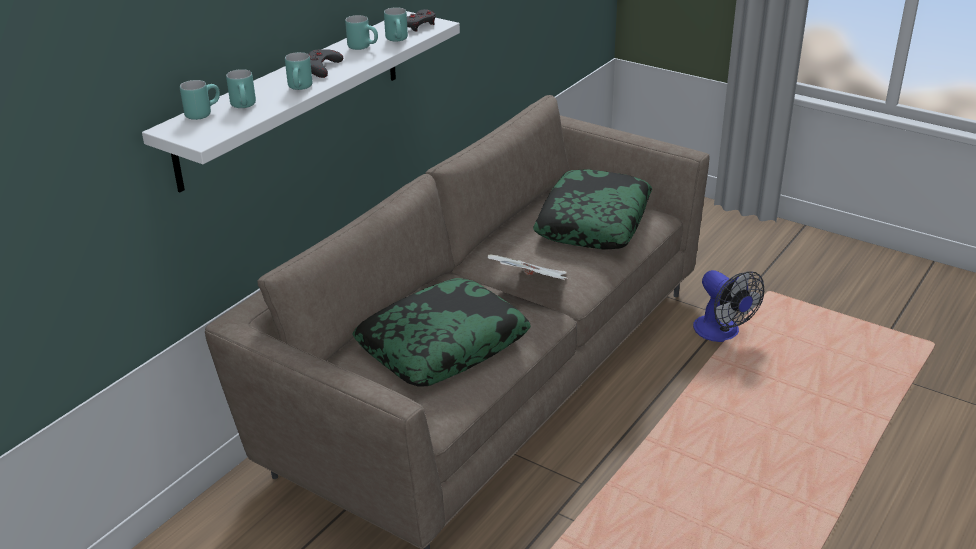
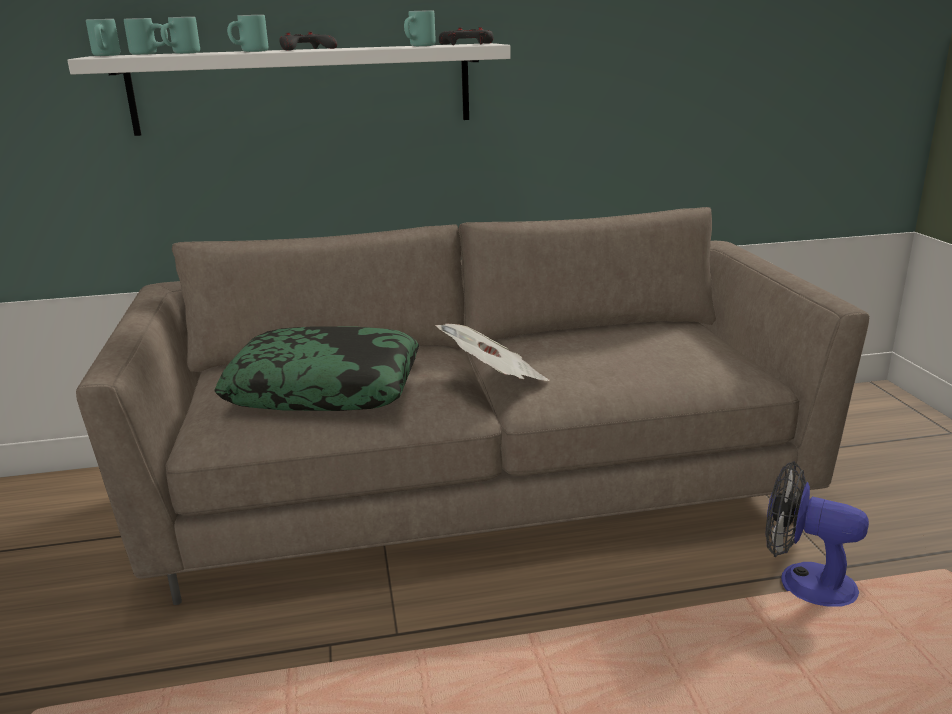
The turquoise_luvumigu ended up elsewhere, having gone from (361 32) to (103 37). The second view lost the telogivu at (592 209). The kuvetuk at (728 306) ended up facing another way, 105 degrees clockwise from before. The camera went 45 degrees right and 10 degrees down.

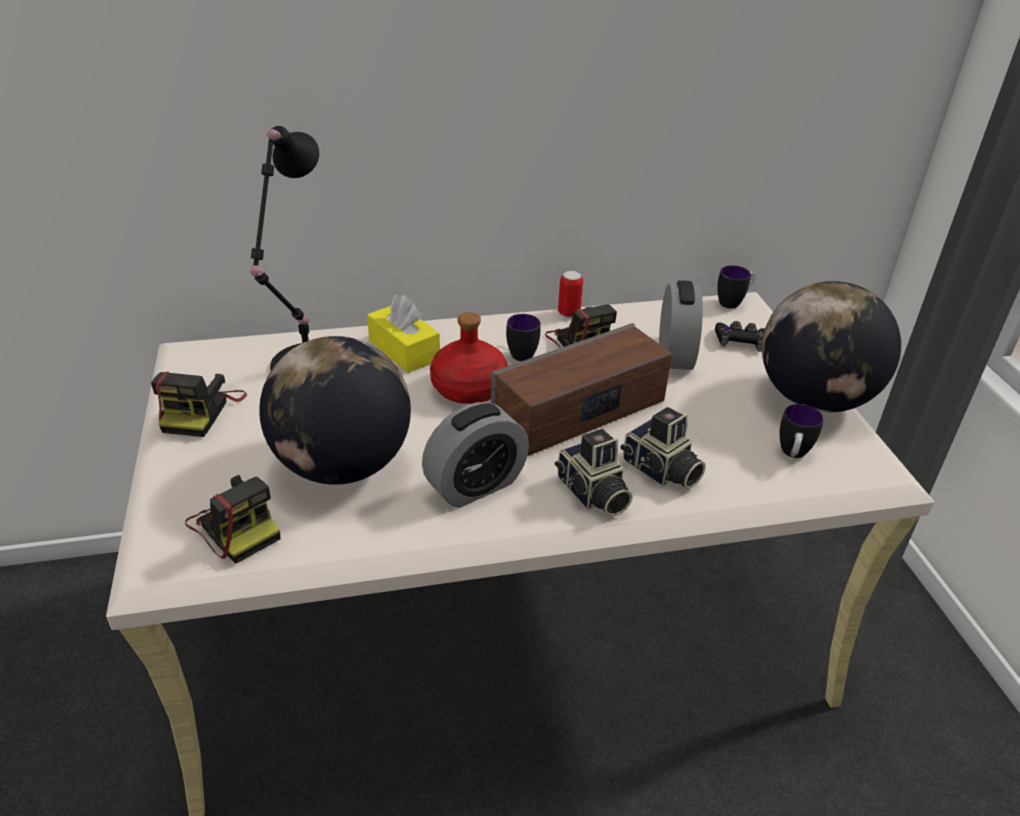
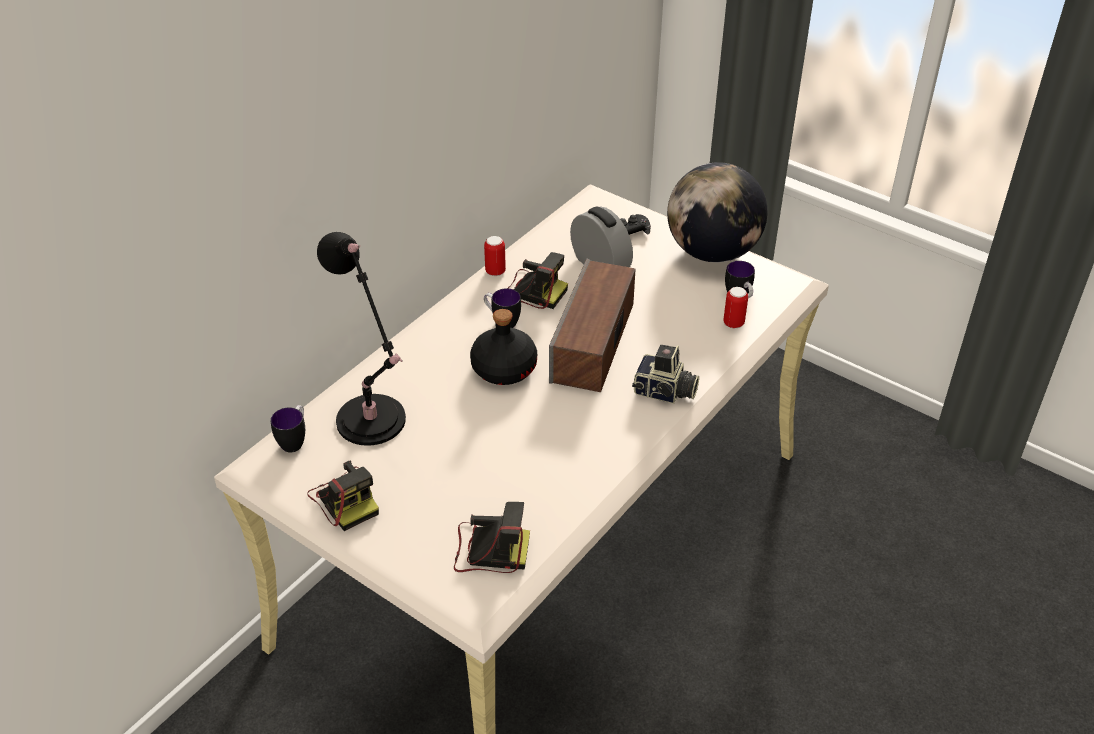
The second view lost the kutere at (335 410). The second view lost the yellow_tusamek at (403 334). The second view lost the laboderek at (475 455). What was the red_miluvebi at (469 358) turned into the black_miluvebi at (503 347). The second view lost the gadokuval at (663 448). The luvumigu ended up elsewhere, having gone from (736 287) to (288 429). The second view gained the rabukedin at (735 307). The camera went 40 degrees left and 5 degrees up.

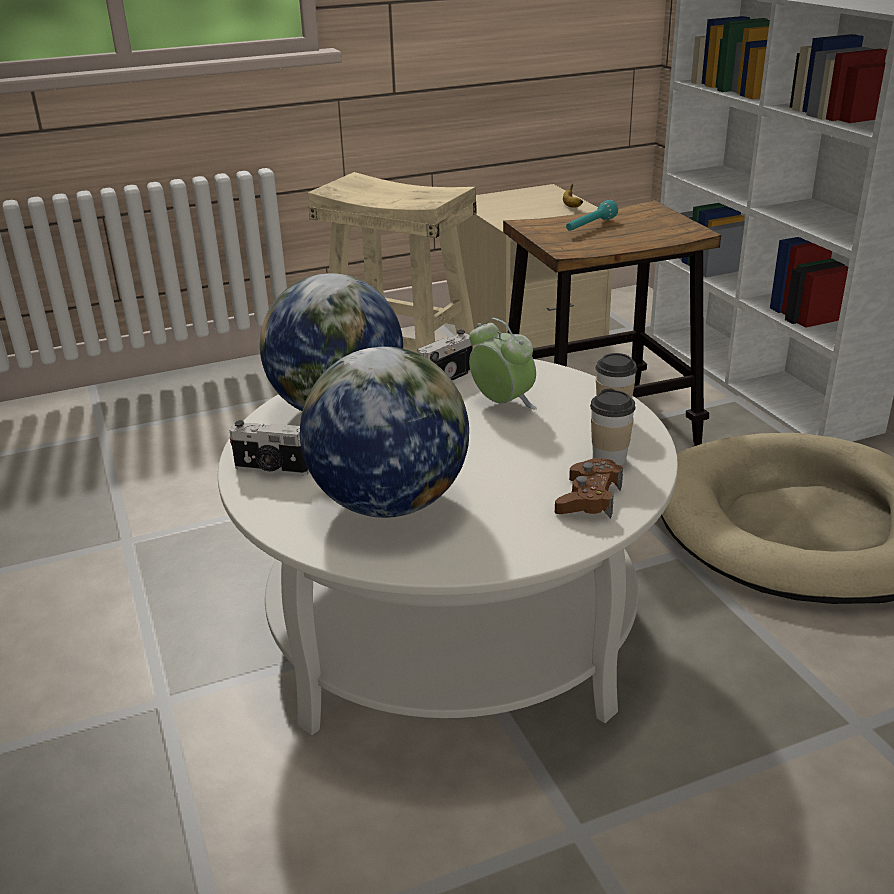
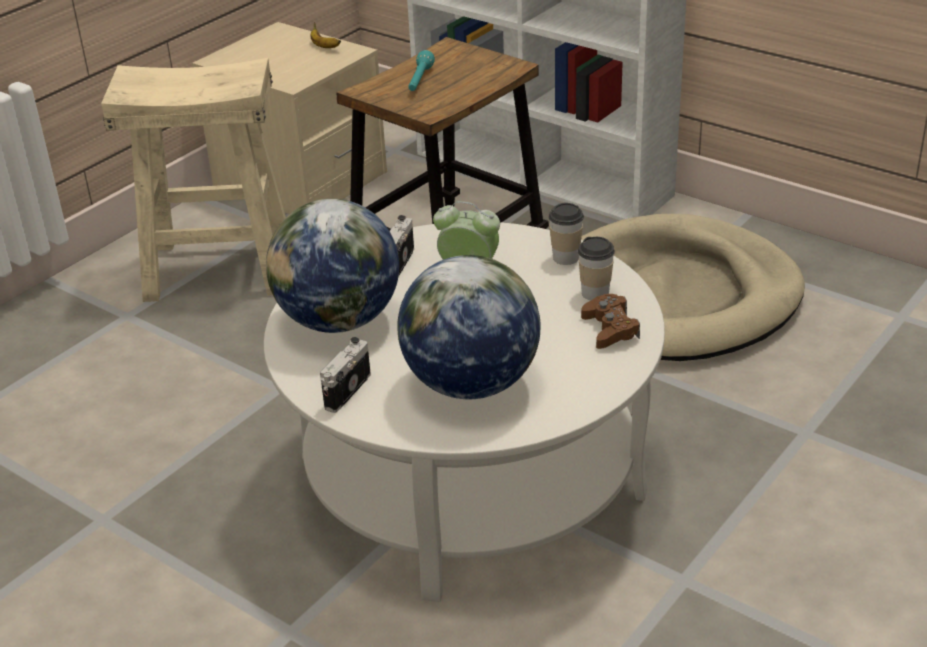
The gadokuval at (269 448) ended up facing another way, 135 degrees clockwise from before. The camera went 30 degrees left and 5 degrees up.

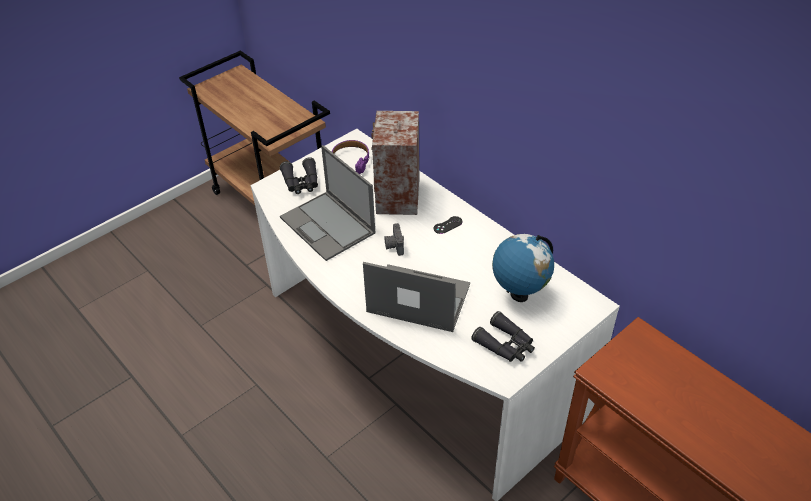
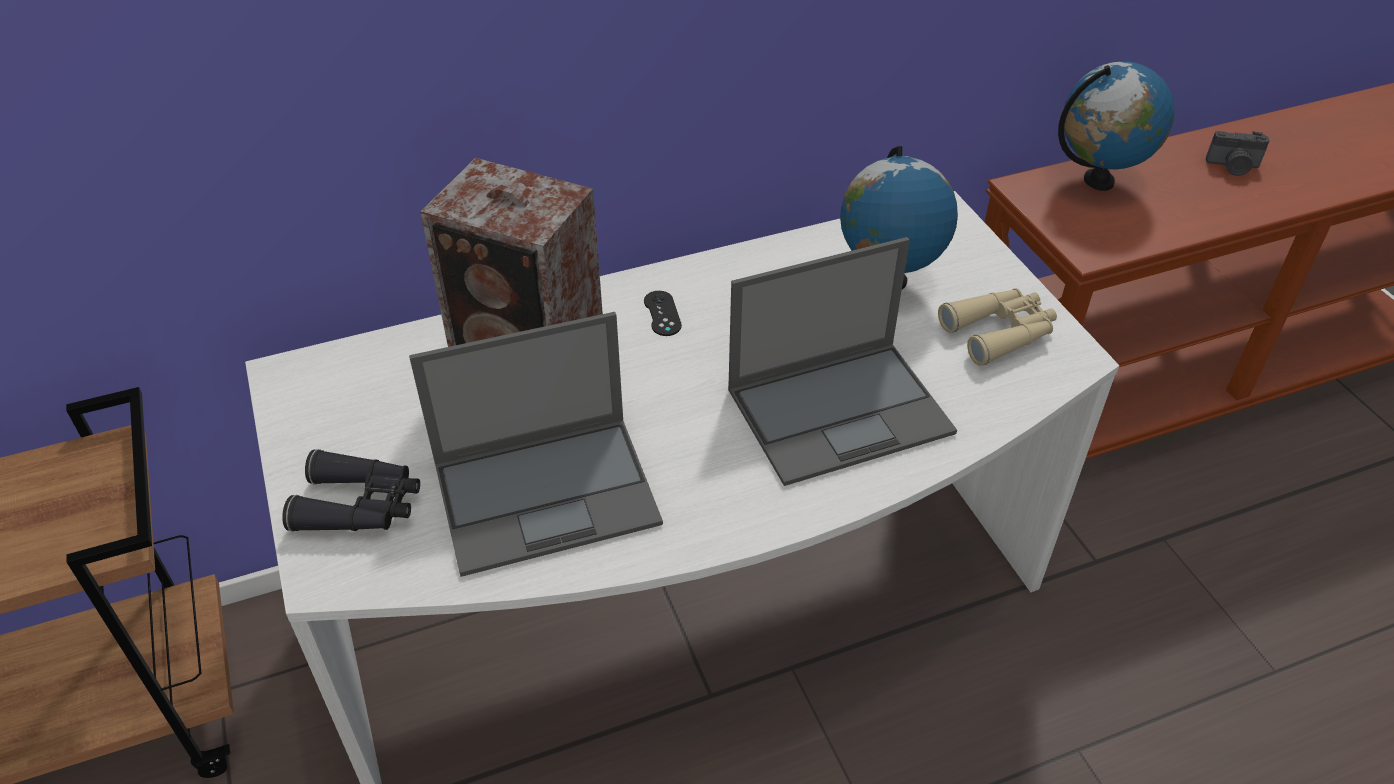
The second view lost the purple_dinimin at (350 157). The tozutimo at (416 297) ended up facing another way, 150 degrees counterclockwise from before. The gadokuval ended up elsewhere, having gone from (394 239) to (1238 153). What was the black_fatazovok at (503 336) turned into the beige_fatazovok at (997 327). The second view gained the kutere at (1116 126). The camera went 70 degrees left and 0 degrees up.

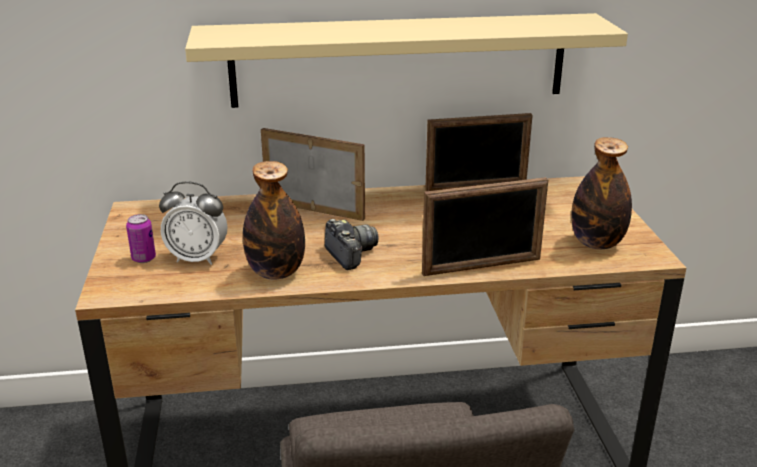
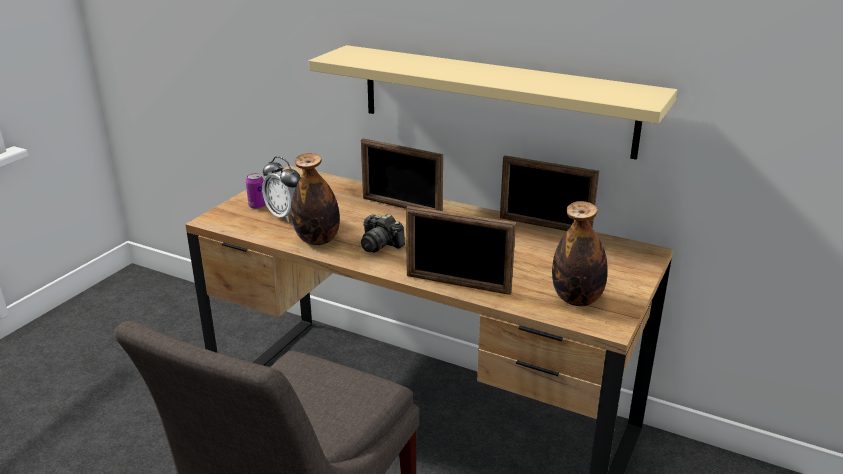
The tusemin at (313 174) ended up facing another way, 150 degrees clockwise from before. The gadokuval at (352 244) ended up facing another way, 120 degrees clockwise from before. The camera went 35 degrees right and 0 degrees up.

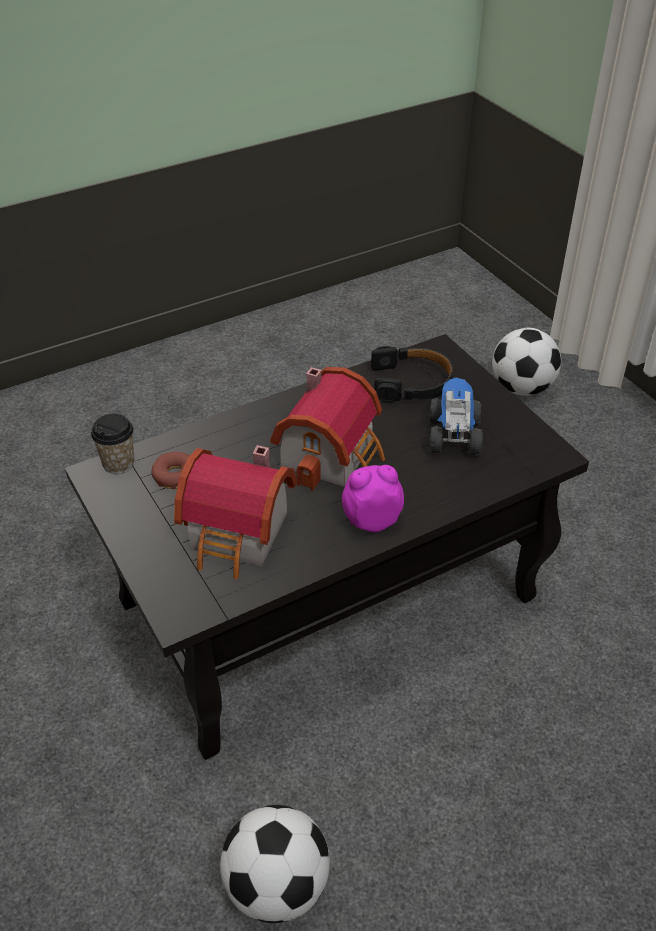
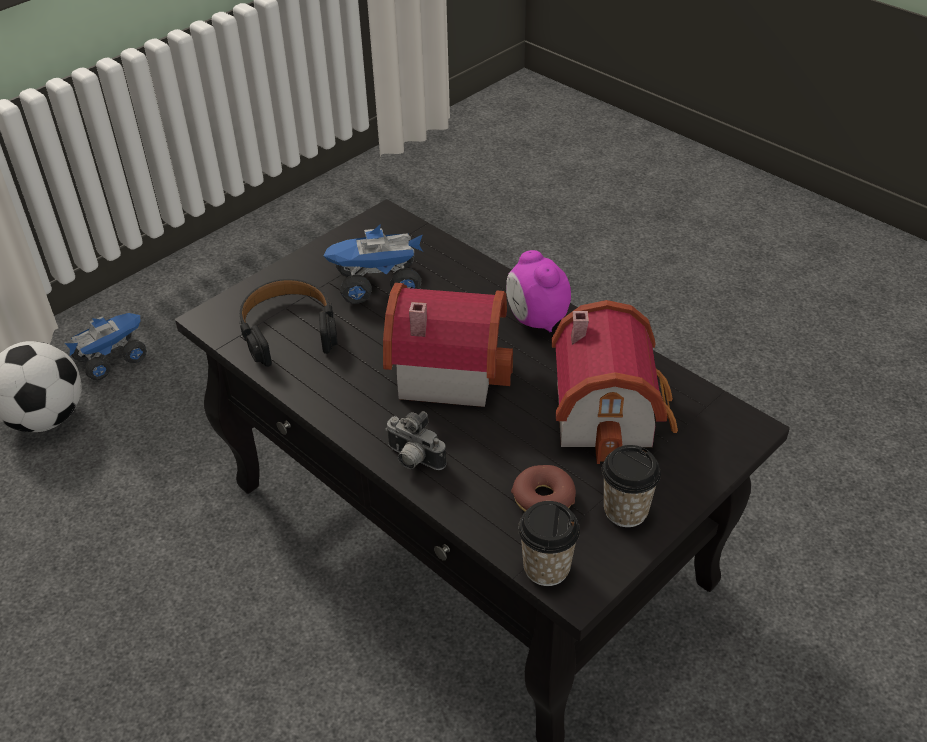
The second view lost the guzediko at (275 864). The second view gained the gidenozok at (106 346). The second view gained the gadokuval at (416 440). The second view gained the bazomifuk at (631 486). The camera went 105 degrees left and 0 degrees up.

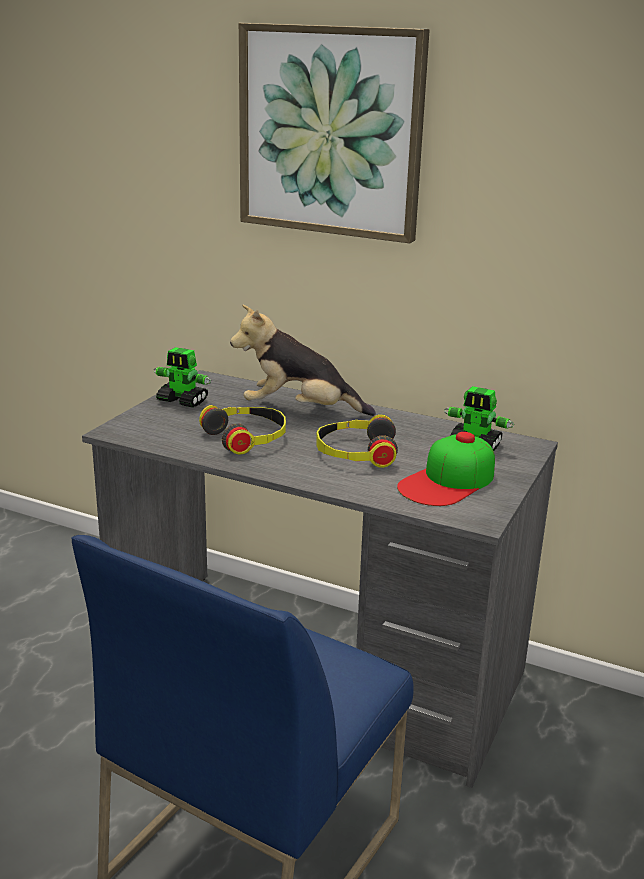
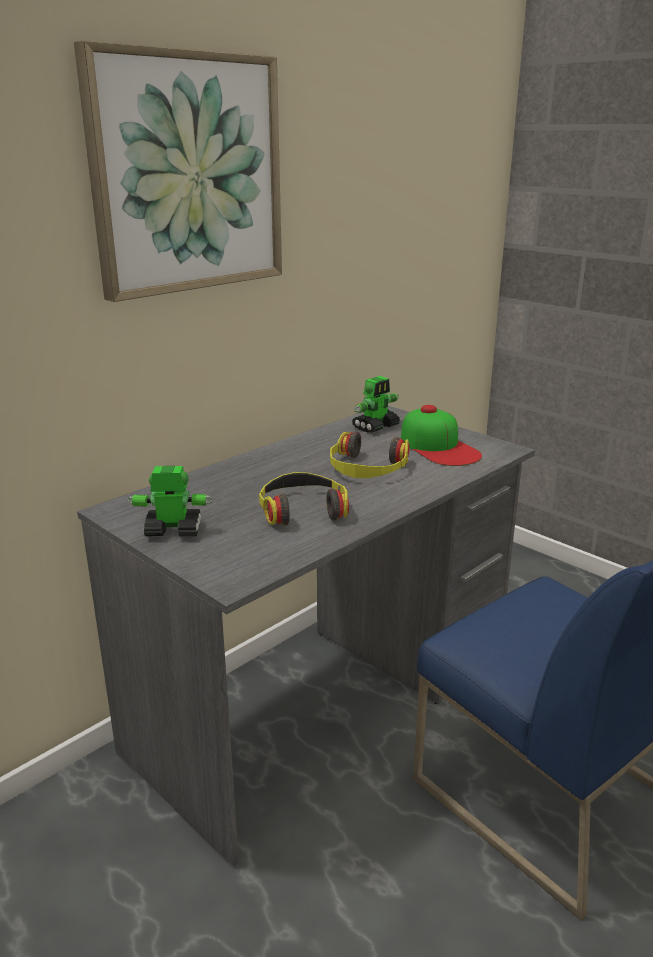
The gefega at (182 377) ended up facing another way, 135 degrees counterclockwise from before. The second view lost the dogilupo at (303 360). The camera went 70 degrees left and 0 degrees up.

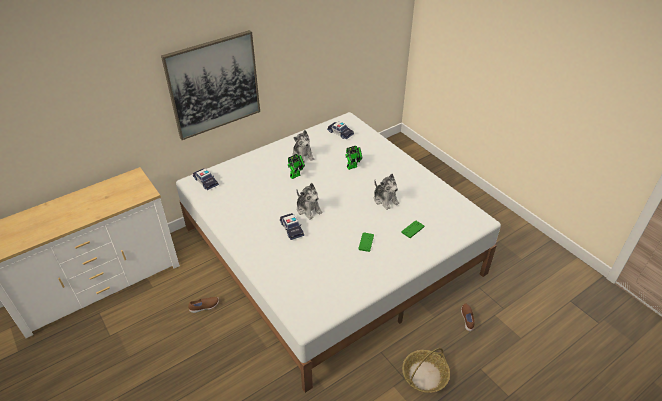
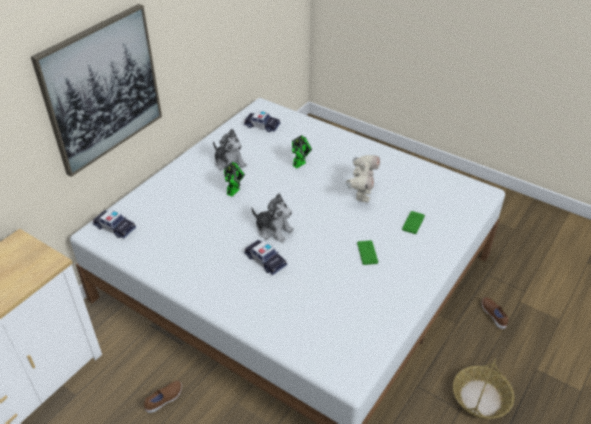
Where the dogilupo stood at (386 192), the gefega came to stand at (362 178). The camera went 20 degrees left and 0 degrees up.

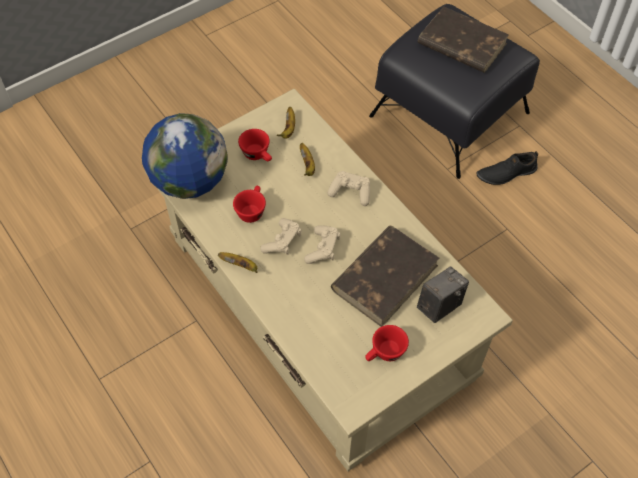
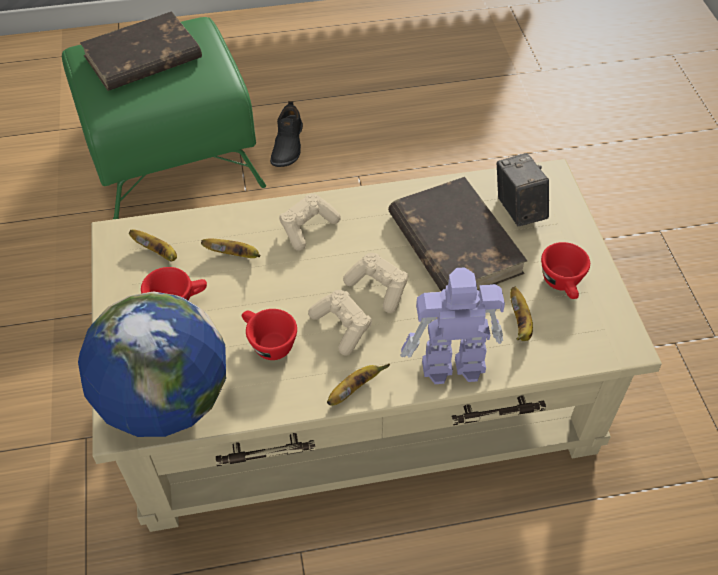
What was the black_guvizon at (454 91) turned into the green_guvizon at (164 118). The second view gained the gefega at (452 325). The second view gained the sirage at (521 314). The camera went 65 degrees left and 5 degrees down.

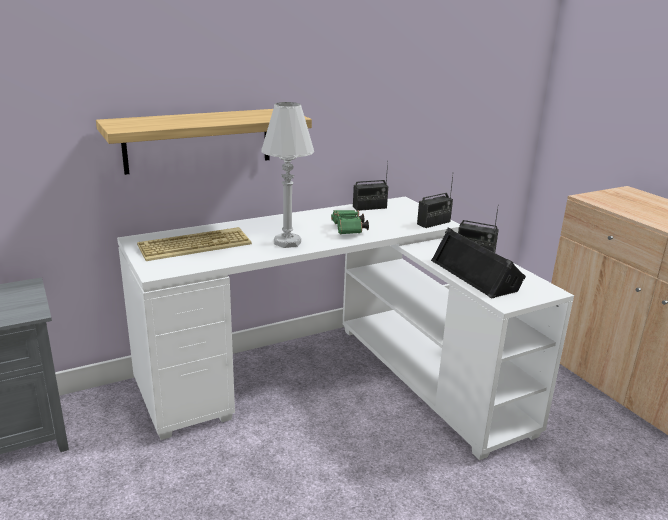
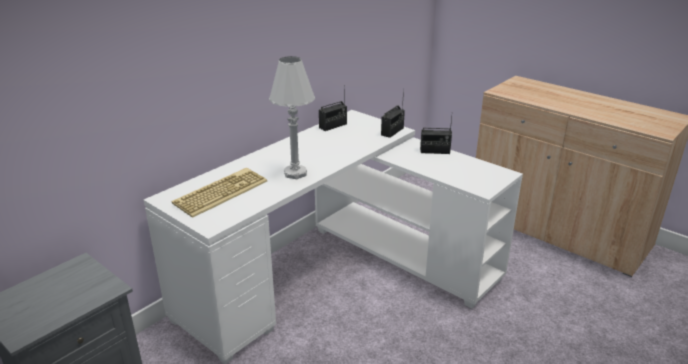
The second view lost the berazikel at (204 142). The second view lost the green_fatazovok at (350 222). The second view lost the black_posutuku at (478 263). The camera went 20 degrees left and 5 degrees up.

